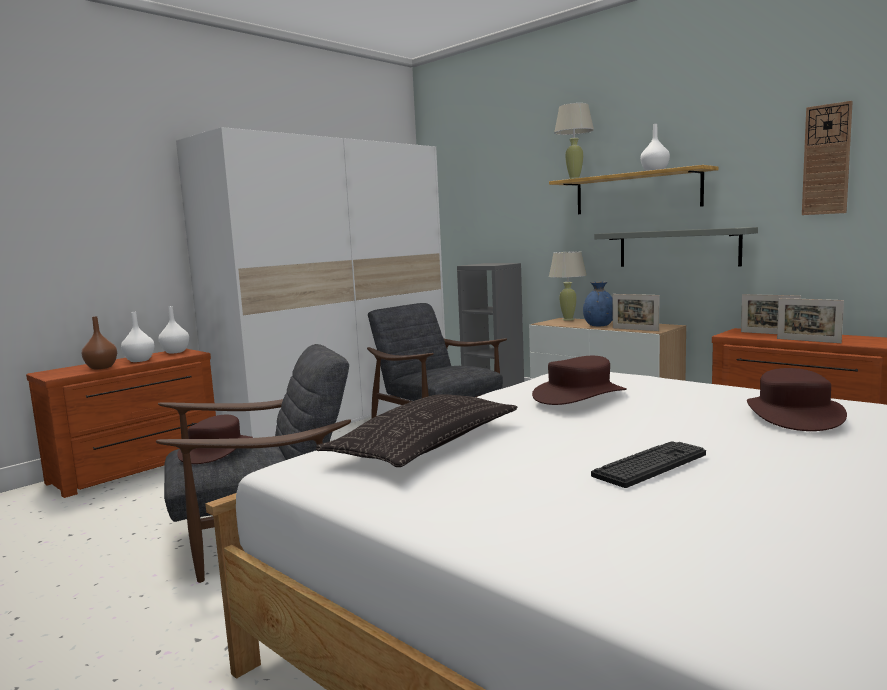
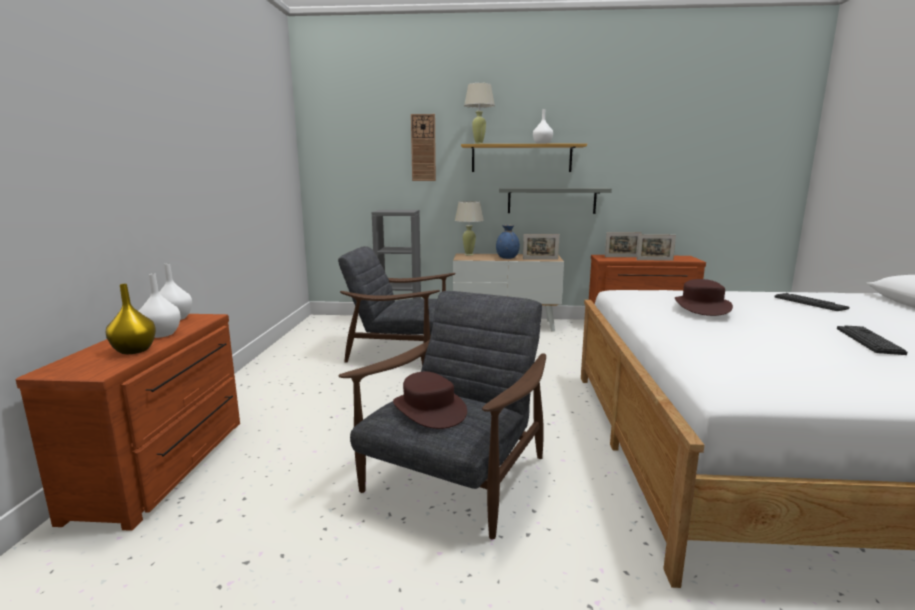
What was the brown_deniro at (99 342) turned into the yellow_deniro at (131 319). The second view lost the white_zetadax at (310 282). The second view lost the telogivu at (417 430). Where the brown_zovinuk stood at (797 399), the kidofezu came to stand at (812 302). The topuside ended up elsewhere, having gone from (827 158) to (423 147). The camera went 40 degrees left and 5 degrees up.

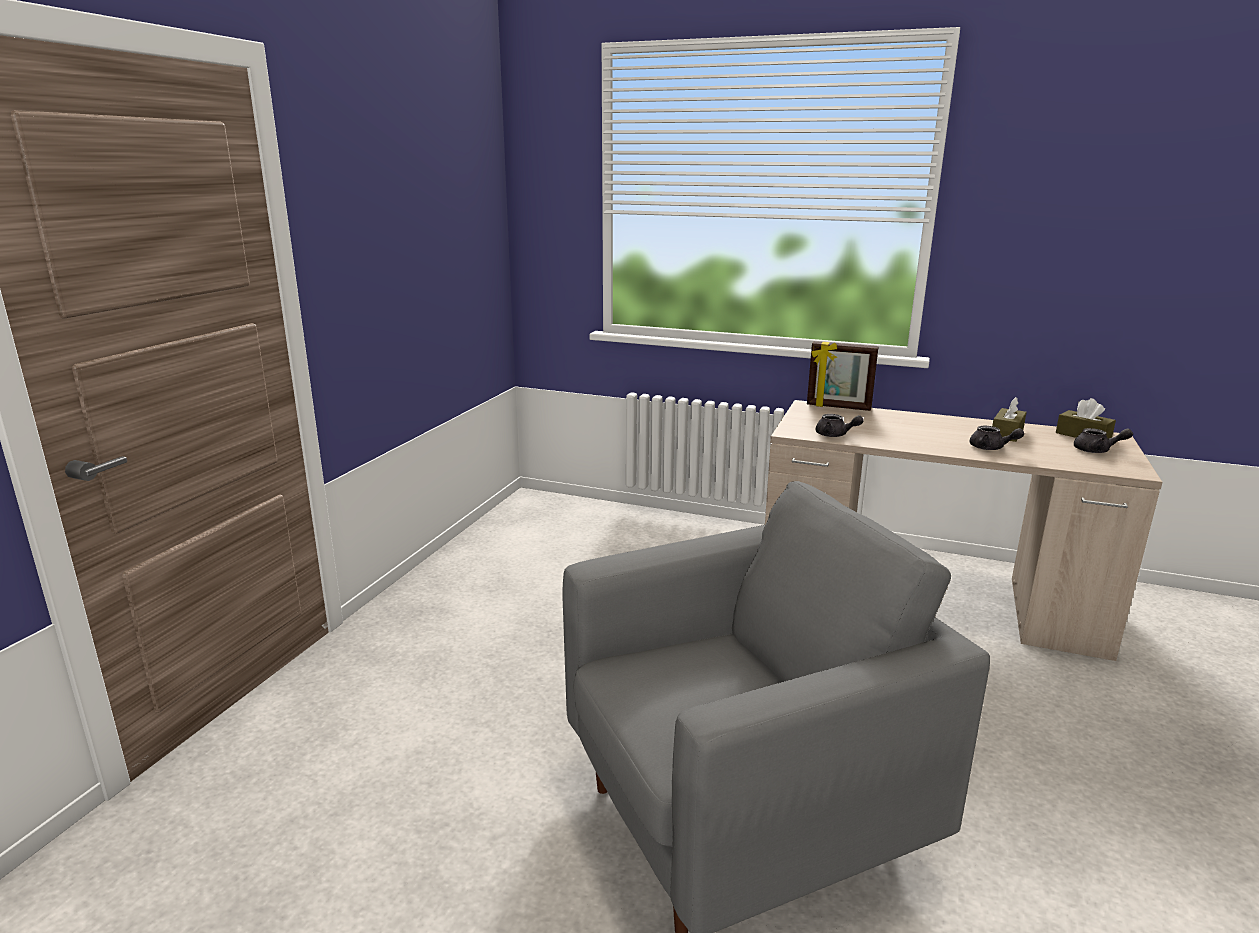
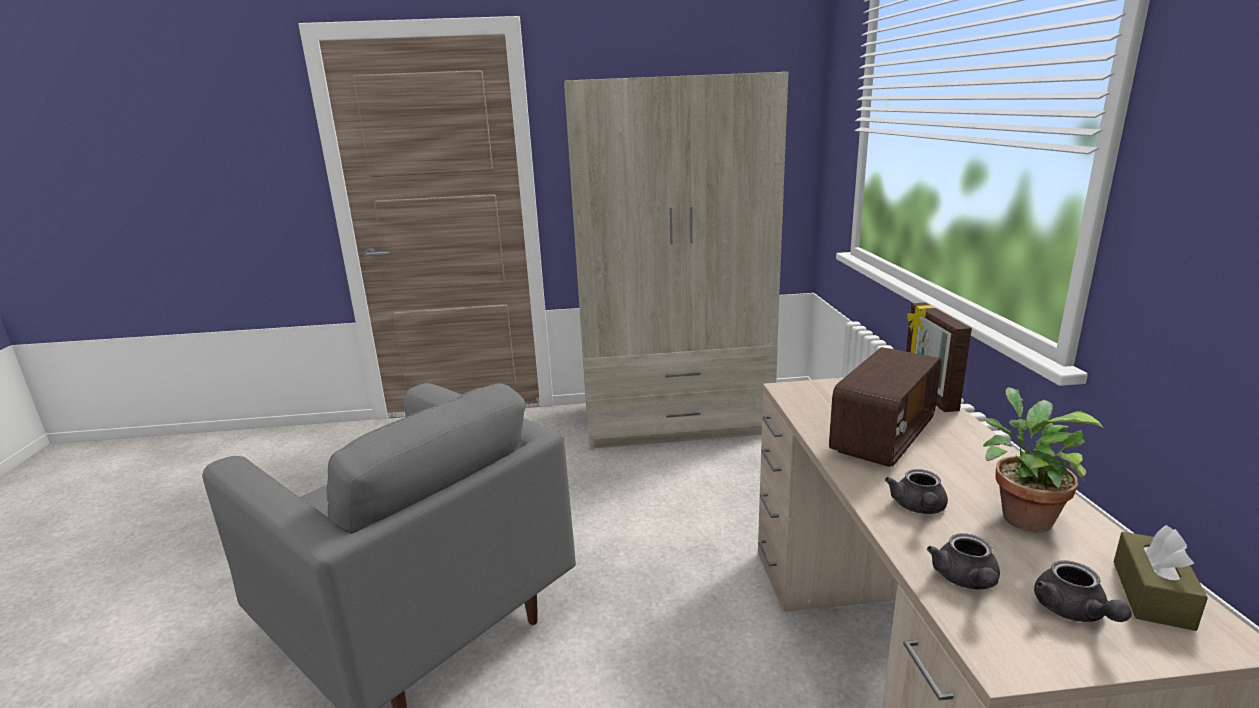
The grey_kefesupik ended up elsewhere, having gone from (840 425) to (963 561). Where the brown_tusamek stood at (1009 419), the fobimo came to stand at (1043 459). The second view gained the beige_zetadax at (676 261). The second view gained the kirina at (885 407). The camera went 65 degrees right and 0 degrees up.

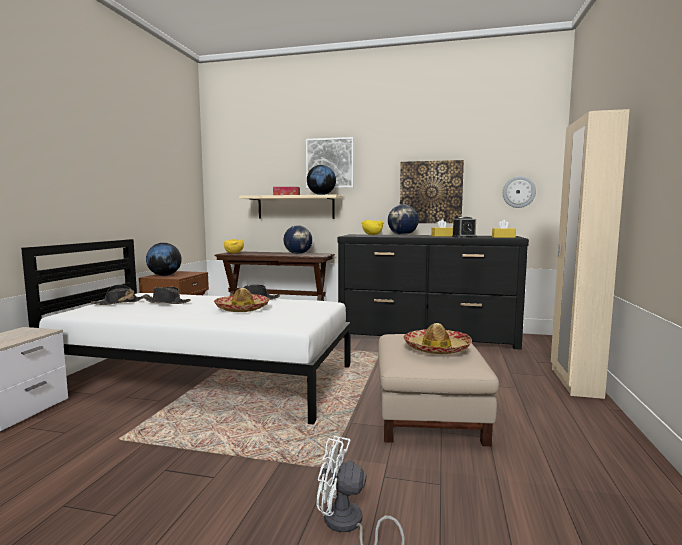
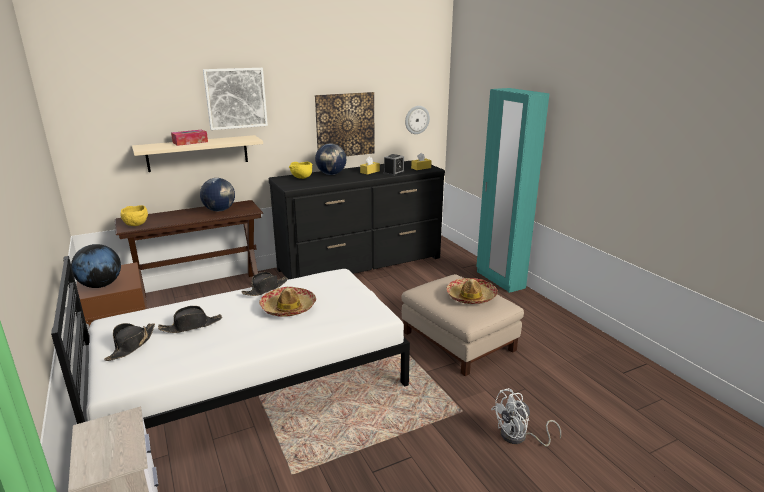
The second view lost the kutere at (321 180). What was the beige_zetadax at (590 254) turned into the turquoise_zetadax at (513 190). The camera went 40 degrees left and 15 degrees up.

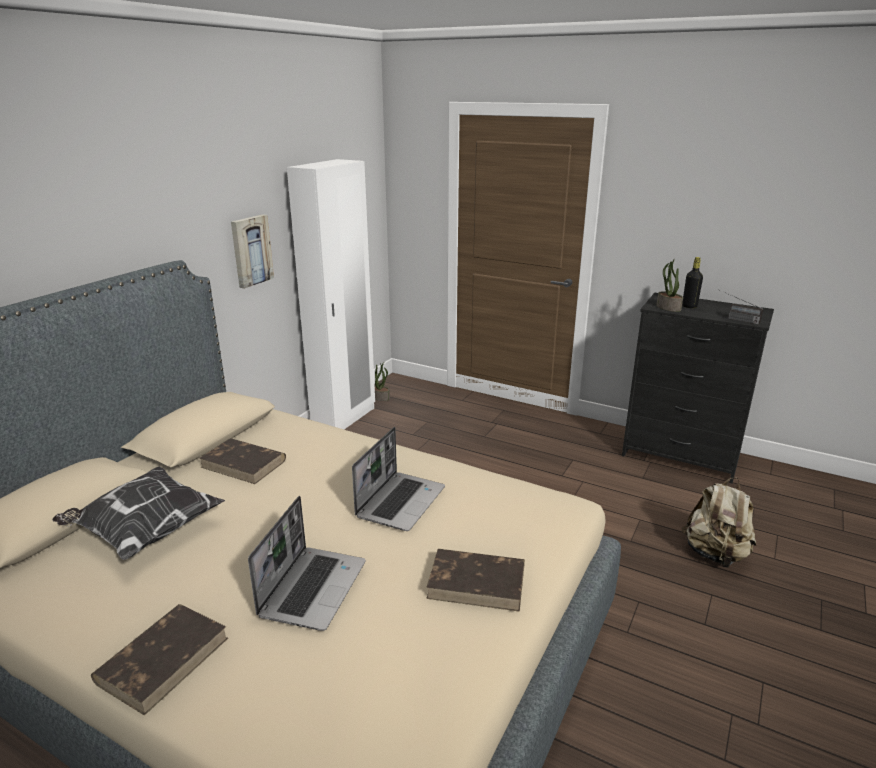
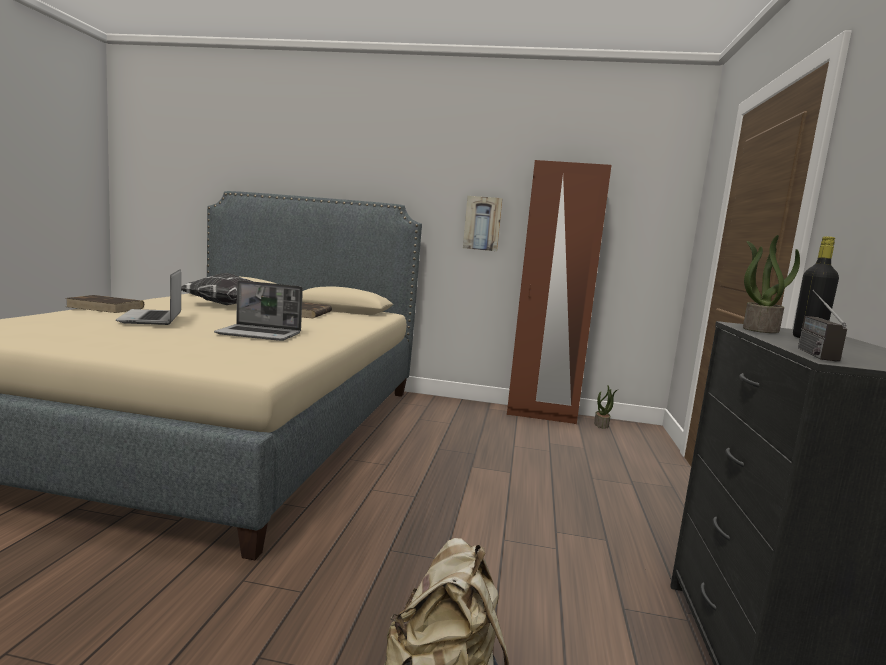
The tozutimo at (307 563) ended up facing another way, 75 degrees clockwise from before. What was the white_zetadax at (331 294) turned into the brown_zetadax at (559 292). The second view lost the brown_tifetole at (475 580). The camera went 70 degrees right and 15 degrees down.

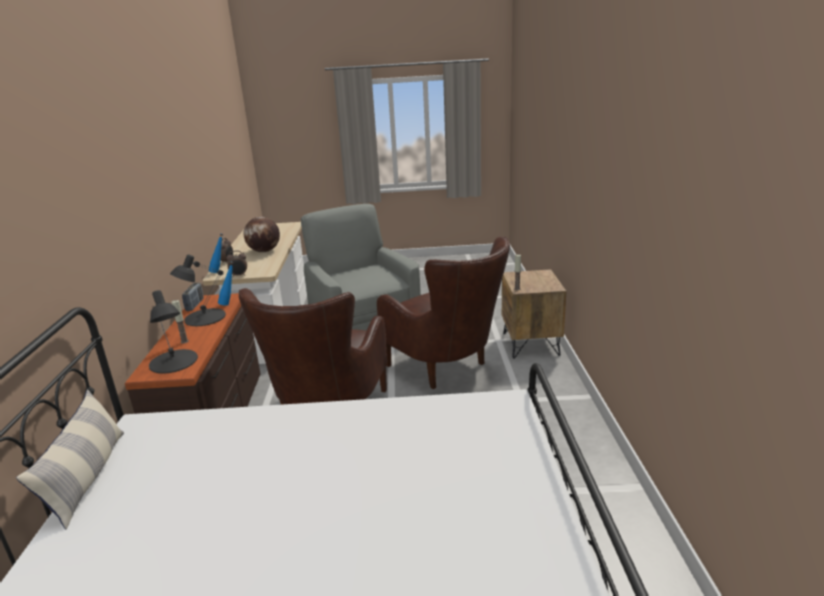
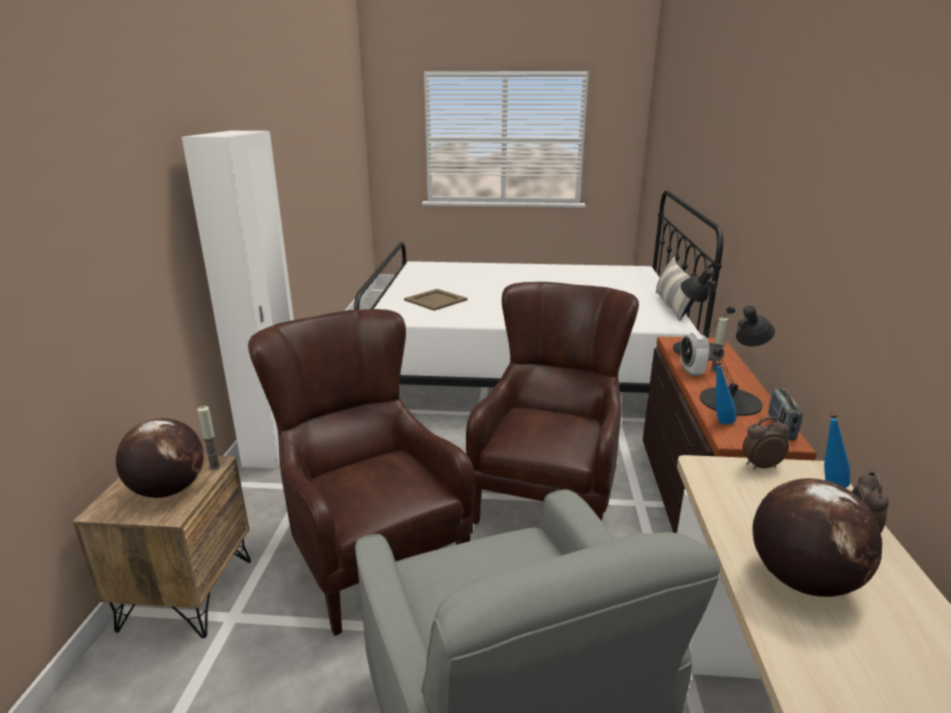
The second view gained the kutere at (160 458). The second view gained the white_zetadax at (238 299). The second view gained the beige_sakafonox at (436 300). The second view gained the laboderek at (695 354). The camera went 175 degrees left and 0 degrees up.

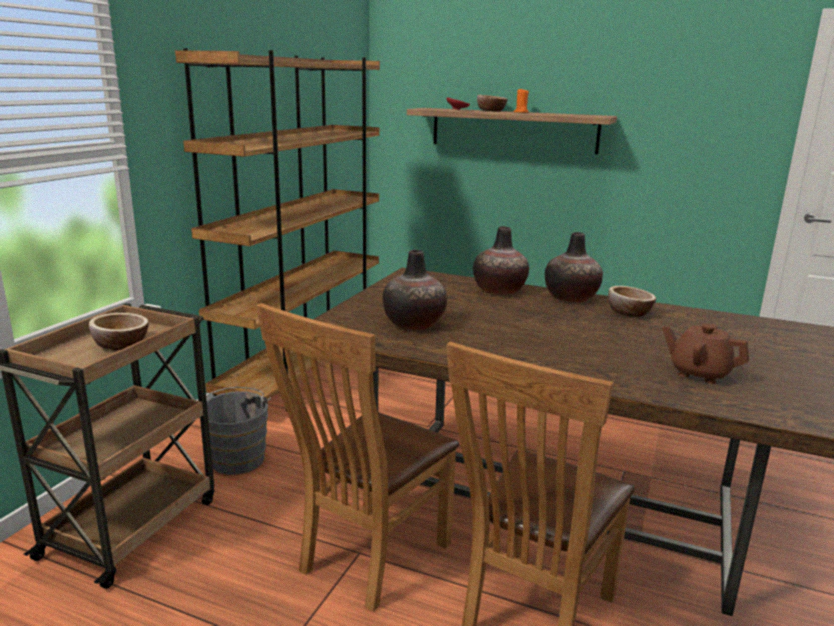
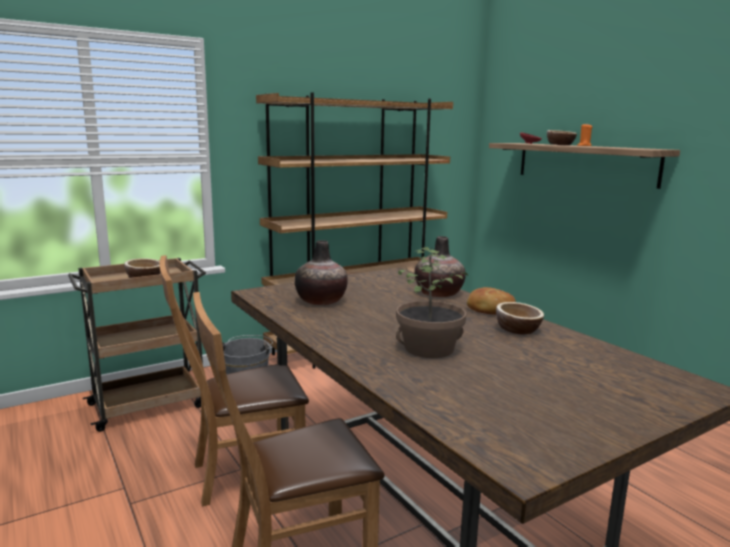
Where the deniro stood at (574 267), the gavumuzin came to stand at (491 301). The second view lost the brown_kefesupik at (705 354). The second view gained the fobimo at (432 302). The camera went 35 degrees right and 5 degrees down.

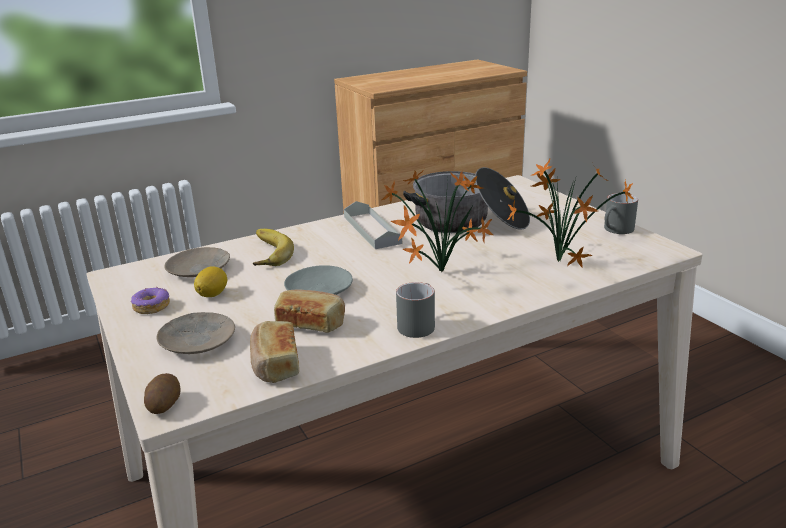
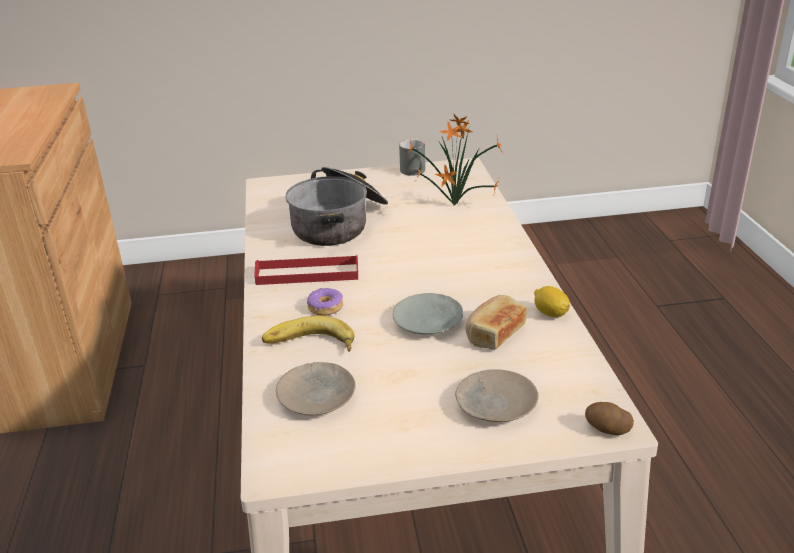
The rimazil ended up elsewhere, having gone from (150 300) to (325 302). The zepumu ended up elsewhere, having gone from (210 281) to (552 301). The second view lost the gavumuzin at (274 352). What was the grey_sakafonox at (373 225) turned into the red_sakafonox at (306 270). The second view lost the fobimo at (437 221). The second view lost the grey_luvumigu at (415 310). The camera went 70 degrees left and 5 degrees up.

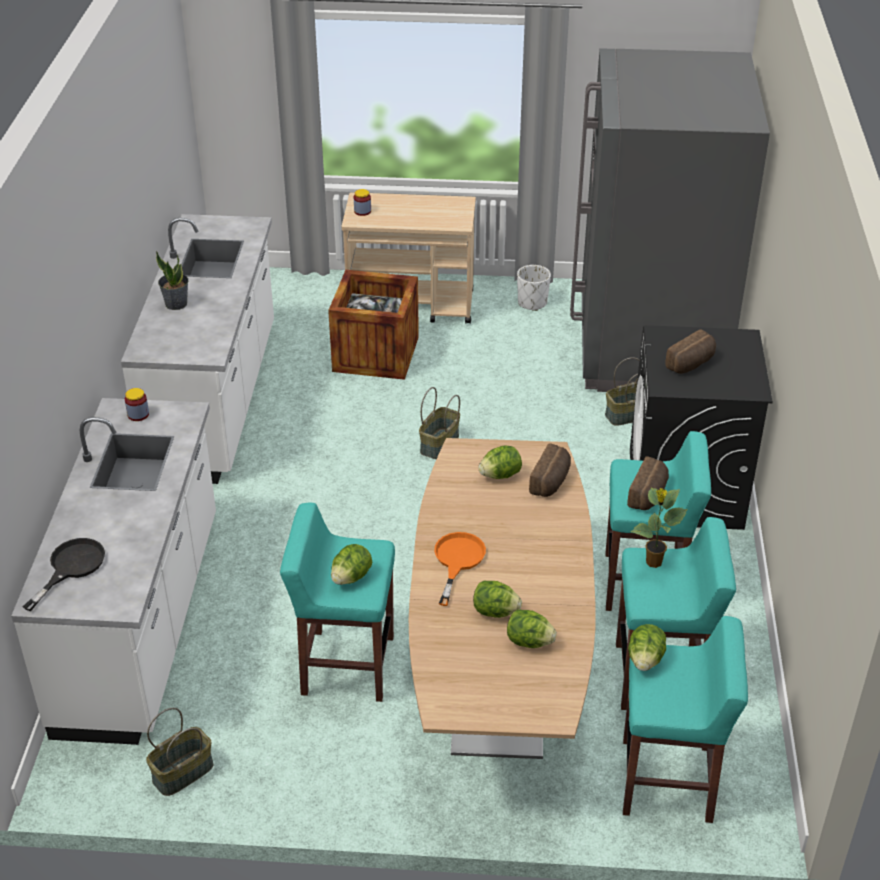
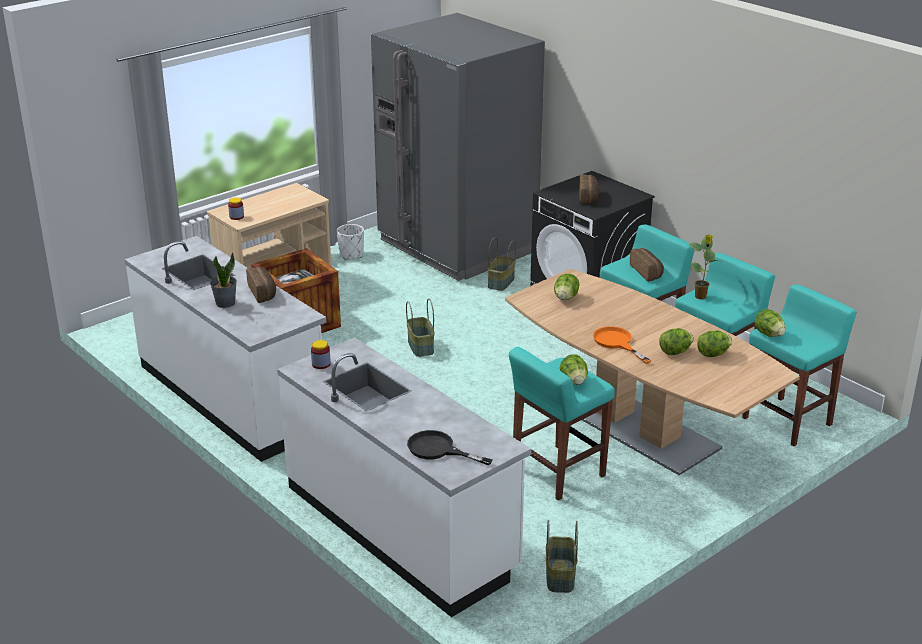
The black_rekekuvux at (64 574) ended up facing another way, 45 degrees counterclockwise from before. The gavumuzin ended up elsewhere, having gone from (550 470) to (261 285). The camera went 45 degrees left and 10 degrees down.

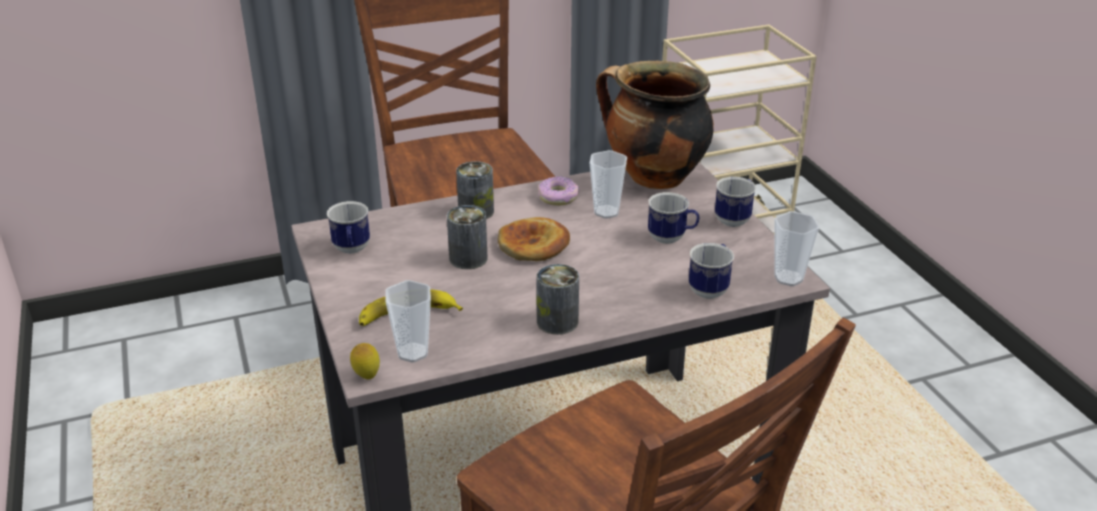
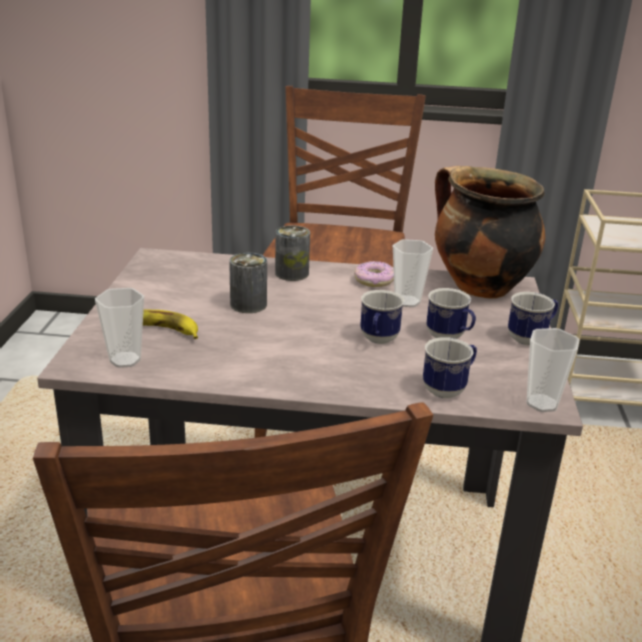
The luvumigu ended up elsewhere, having gone from (348 227) to (382 317). The second view lost the zepumu at (365 361). The second view lost the gavumuzin at (534 239). The second view lost the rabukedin at (557 299). The camera went 25 degrees right and 5 degrees down.

